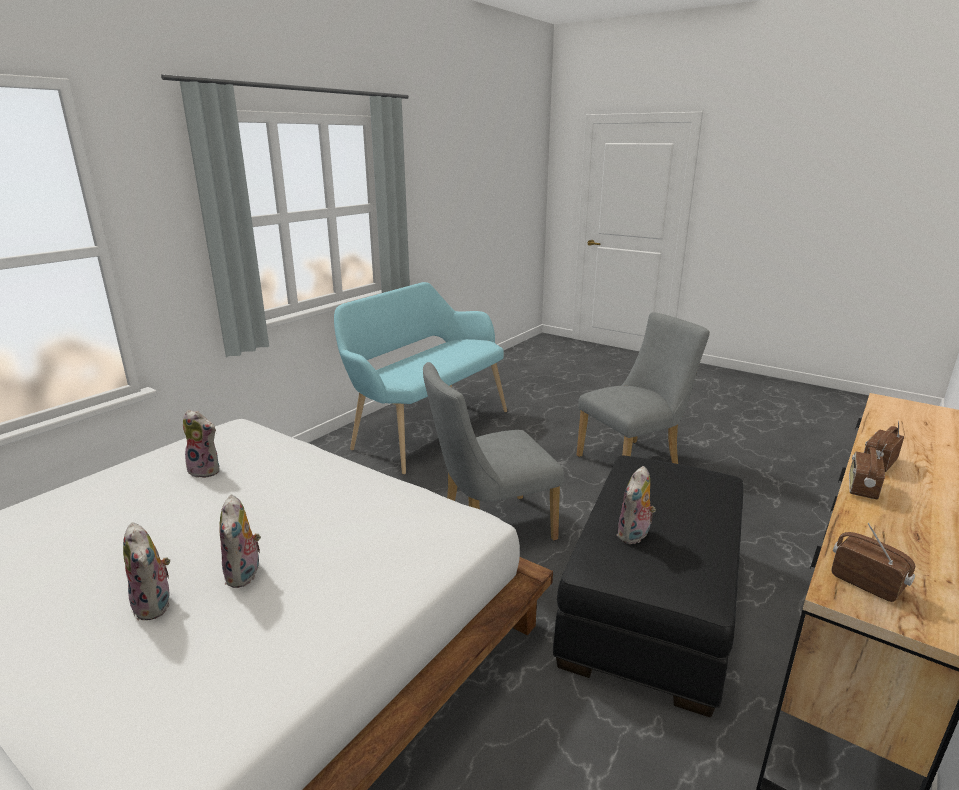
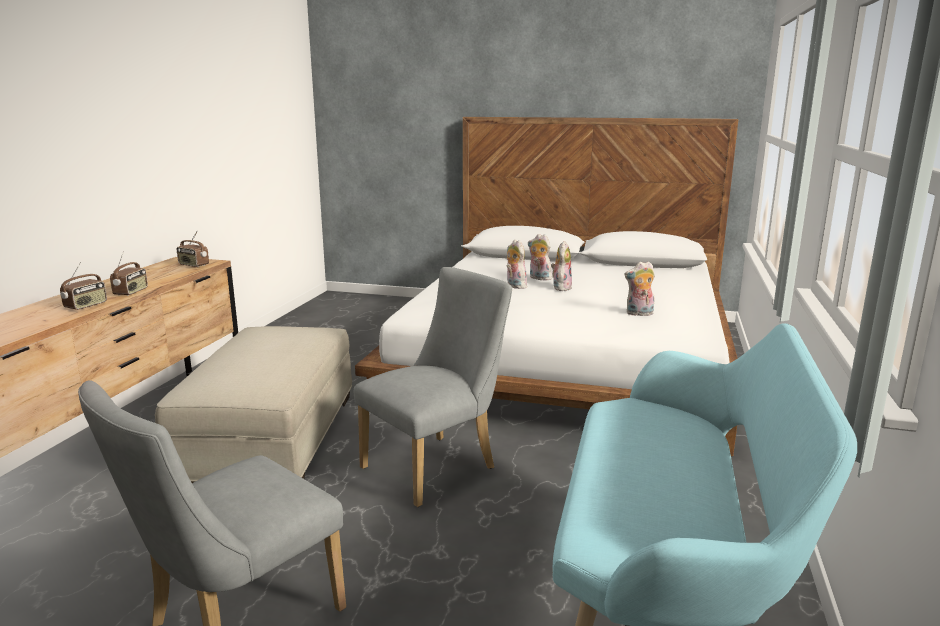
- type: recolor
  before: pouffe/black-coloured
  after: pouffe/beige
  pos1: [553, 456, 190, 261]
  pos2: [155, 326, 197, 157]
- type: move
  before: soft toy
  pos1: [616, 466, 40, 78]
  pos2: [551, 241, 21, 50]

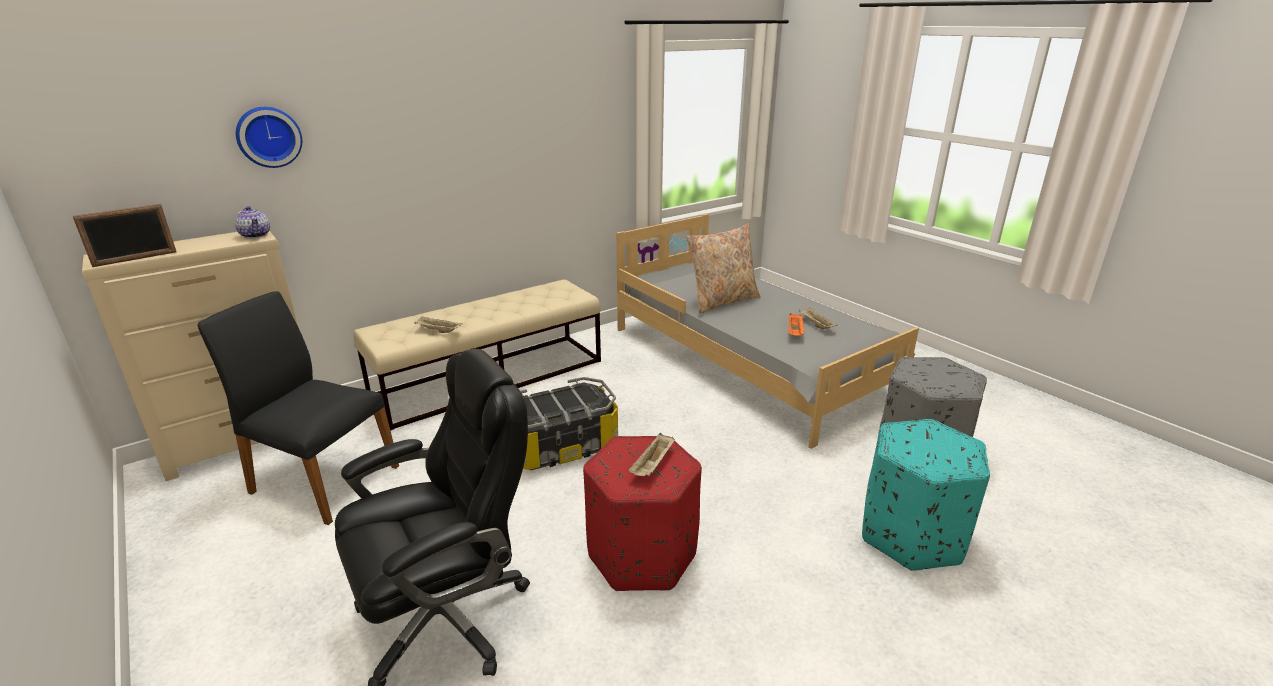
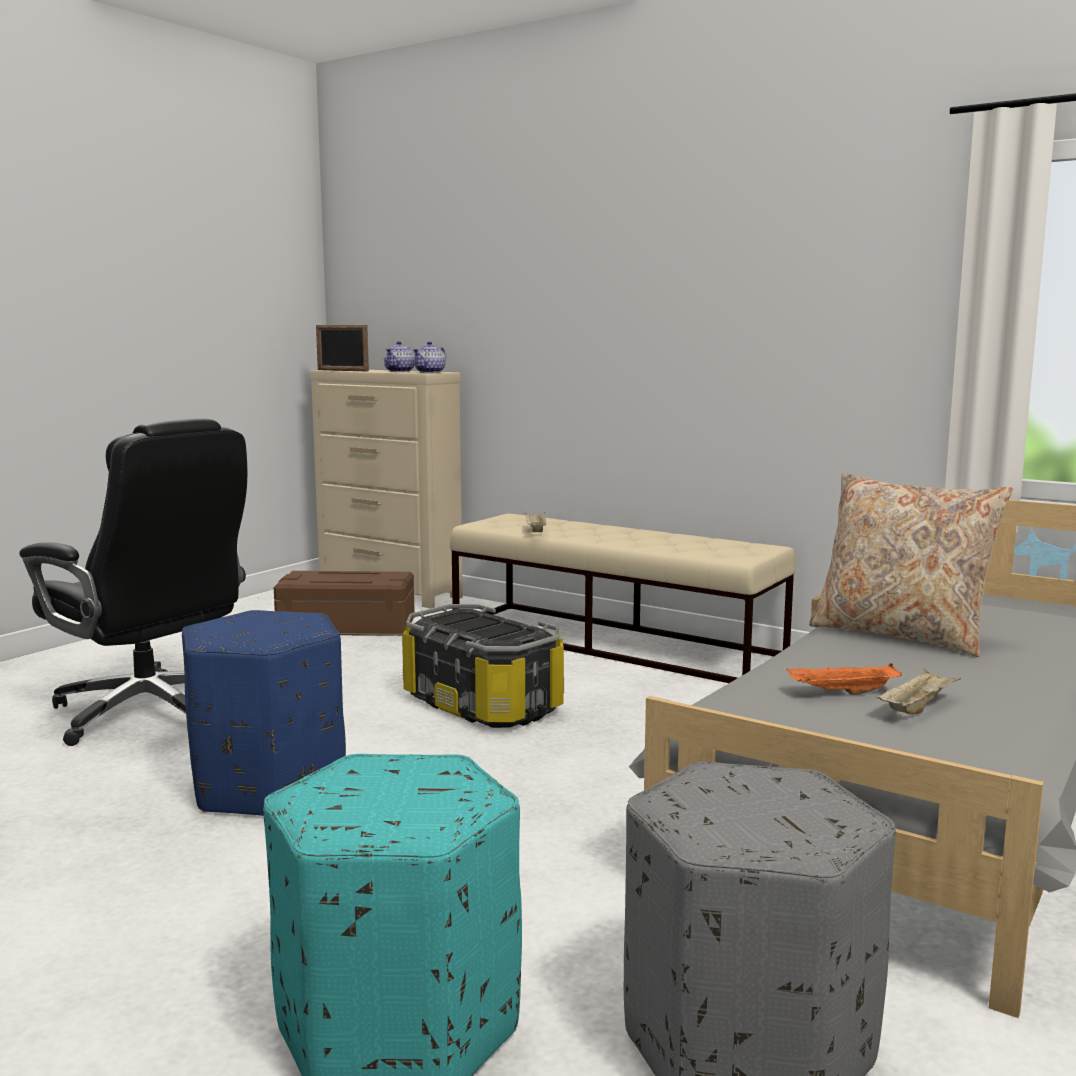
- type: replace
  before: plain chair/black-coloured
  after: storage box/brown-coloured
  pos1: [198, 291, 201, 234]
  pos2: [274, 571, 141, 65]
- type: delete
  before: wall clock
  pos1: [236, 107, 66, 61]
- type: recolor
  before: pouffe/red
  after: pouffe/blue-coloured
  pos1: [583, 436, 119, 155]
  pos2: [182, 610, 164, 206]
- type: delete
  before: serving tray/beige
  pos1: [628, 433, 47, 43]
- type: insert
  after: tea pot
  pos2: [384, 341, 30, 31]

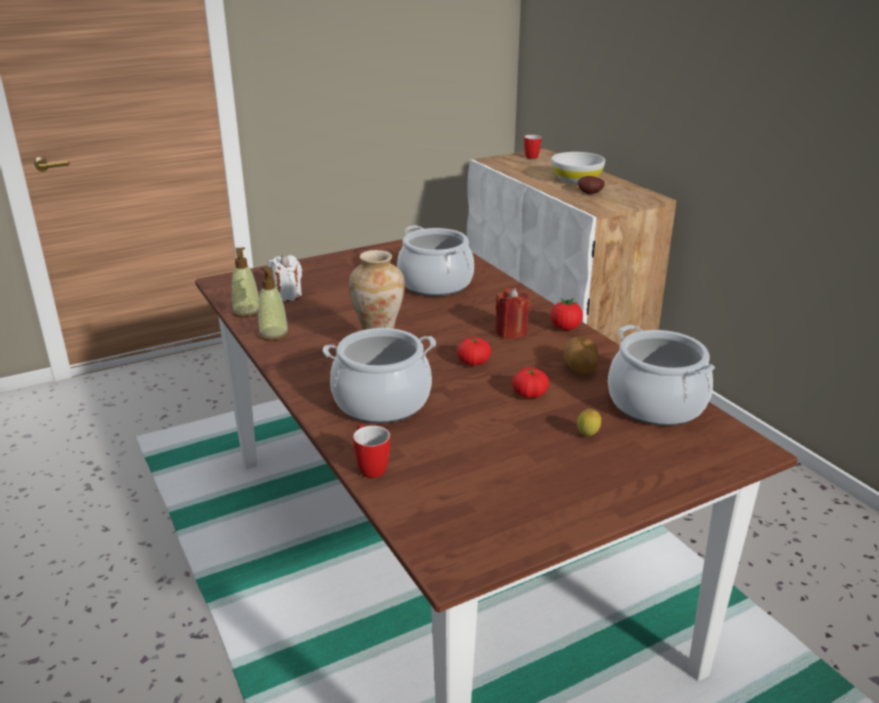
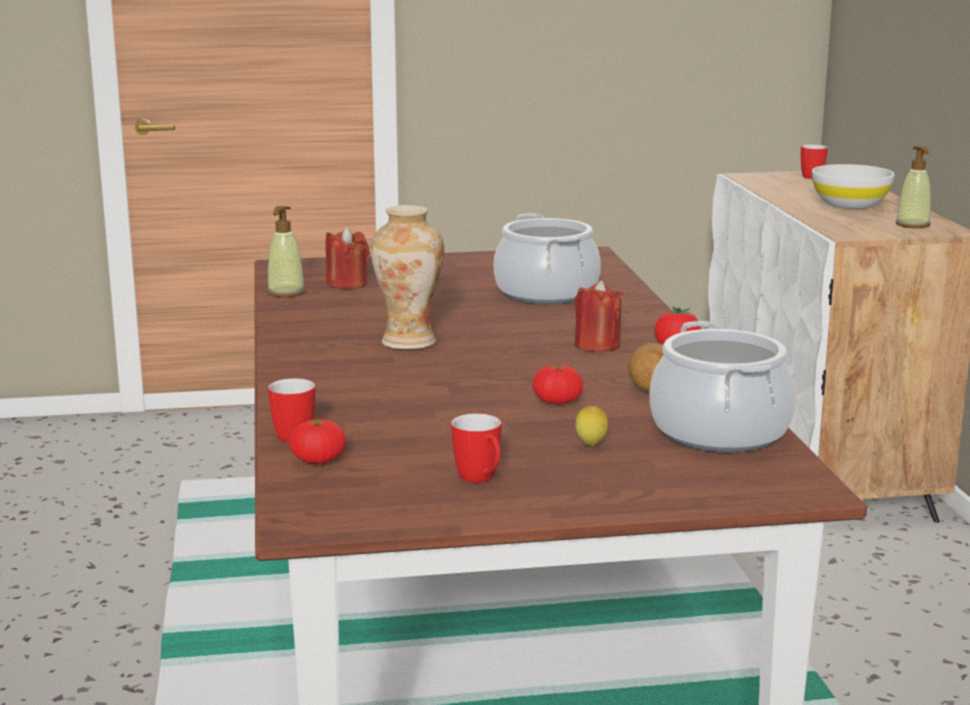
- type: move
  before: liquid soap bottle
  pos1: [258, 267, 31, 74]
  pos2: [895, 146, 36, 82]
- type: recolor
  before: candle/whitish
  after: candle/red
  pos1: [268, 255, 34, 47]
  pos2: [325, 227, 45, 62]
- type: delete
  before: stockpot
  pos1: [323, 328, 113, 95]
- type: move
  before: fresh tomato
  pos1: [457, 337, 34, 29]
  pos2: [289, 419, 57, 45]
- type: delete
  before: potato
  pos1: [578, 176, 27, 18]
- type: insert
  after: mug
  pos2: [451, 413, 50, 70]

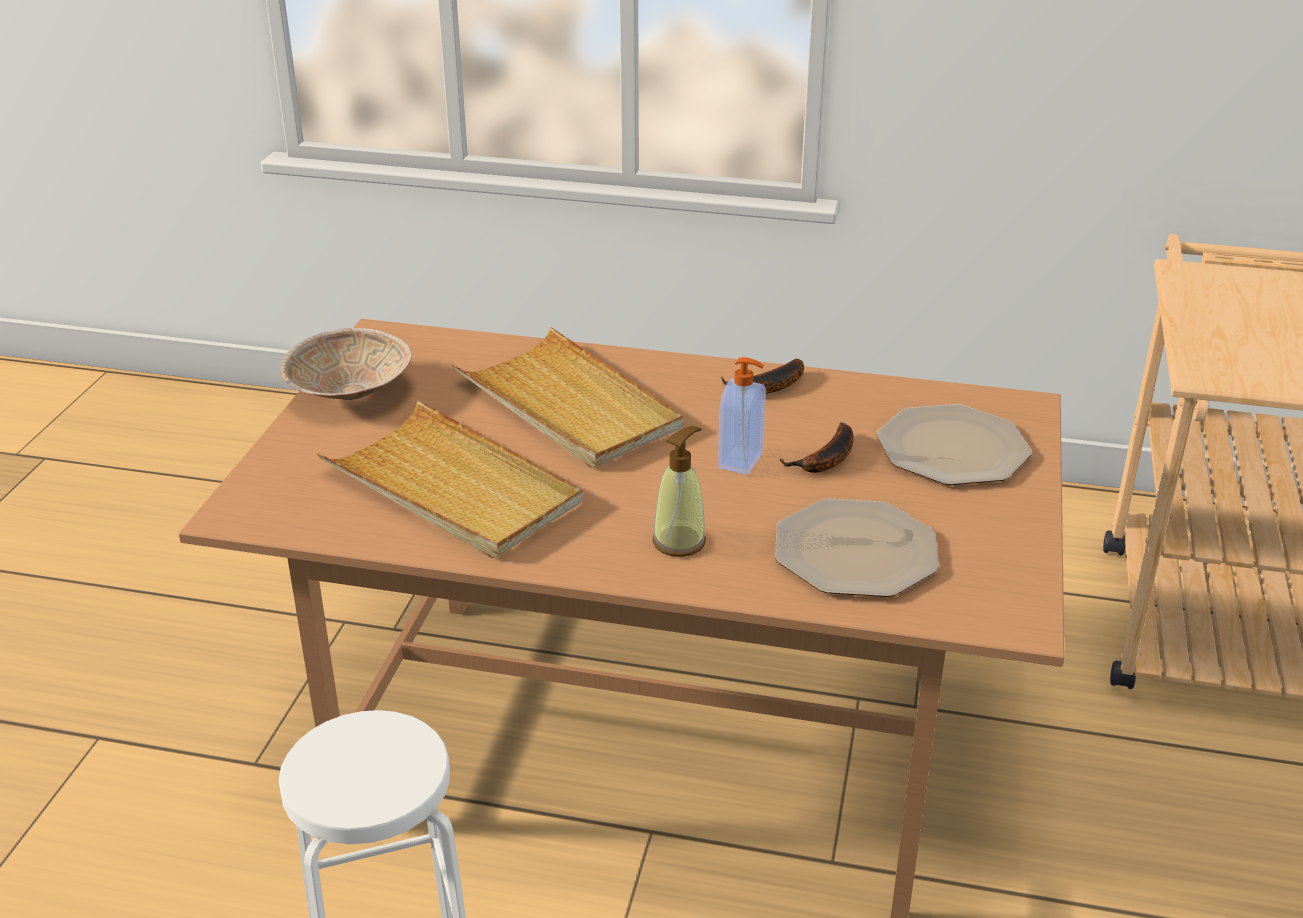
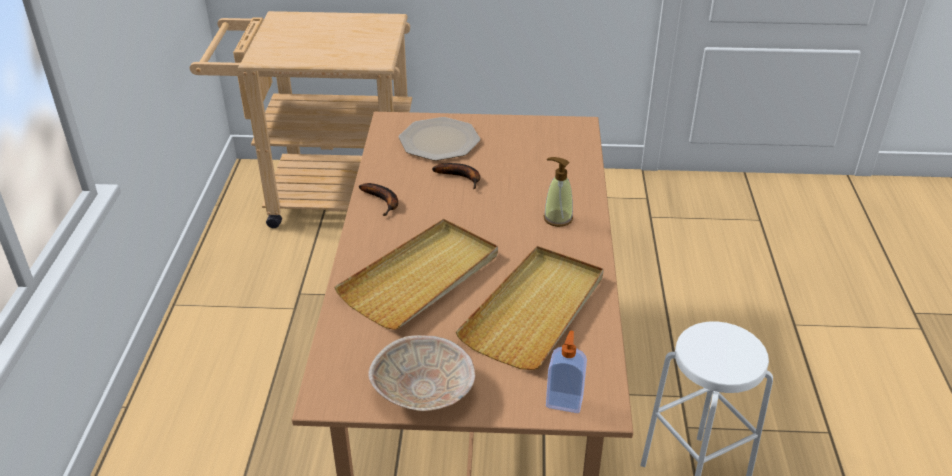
- type: move
  before: liquid soap bottle
  pos1: [718, 357, 48, 118]
  pos2: [546, 331, 41, 82]
- type: delete
  before: dinner plate
  pos1: [775, 498, 164, 99]

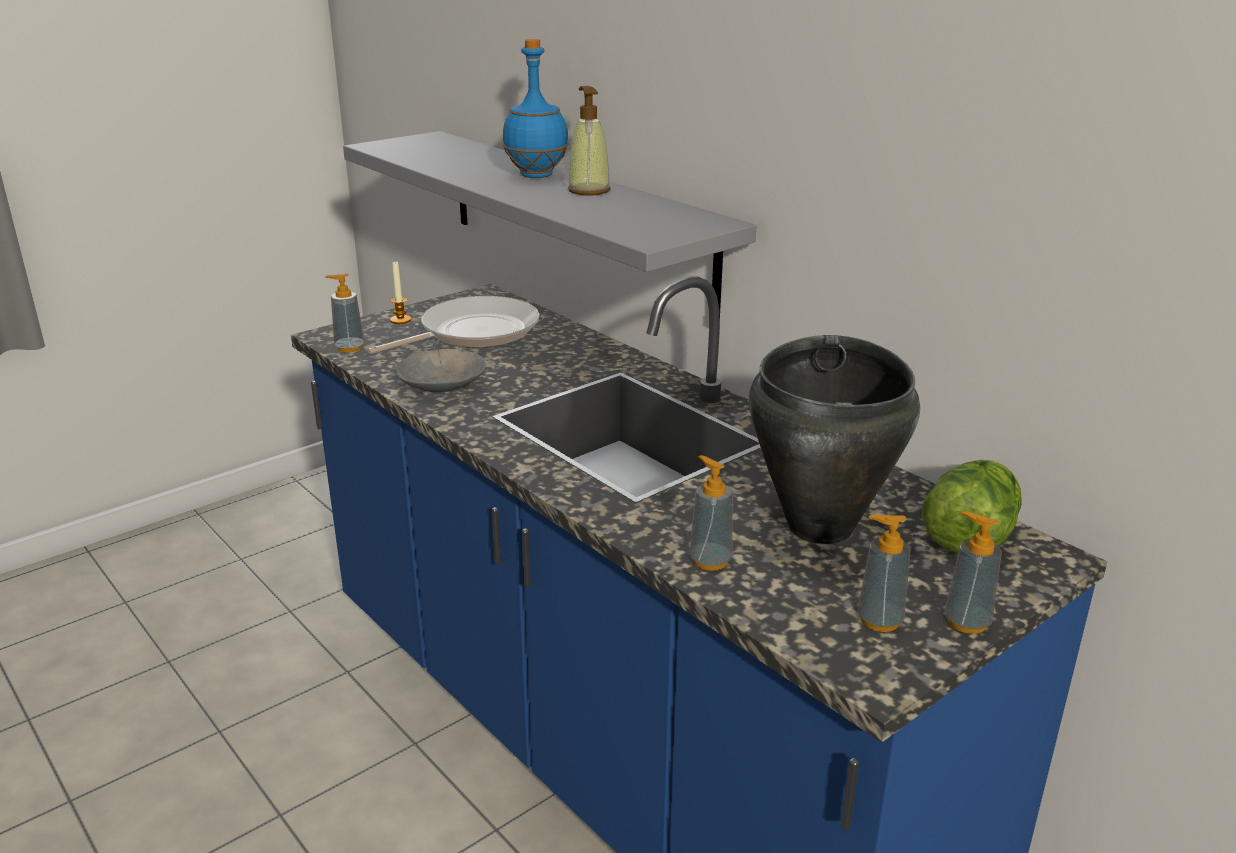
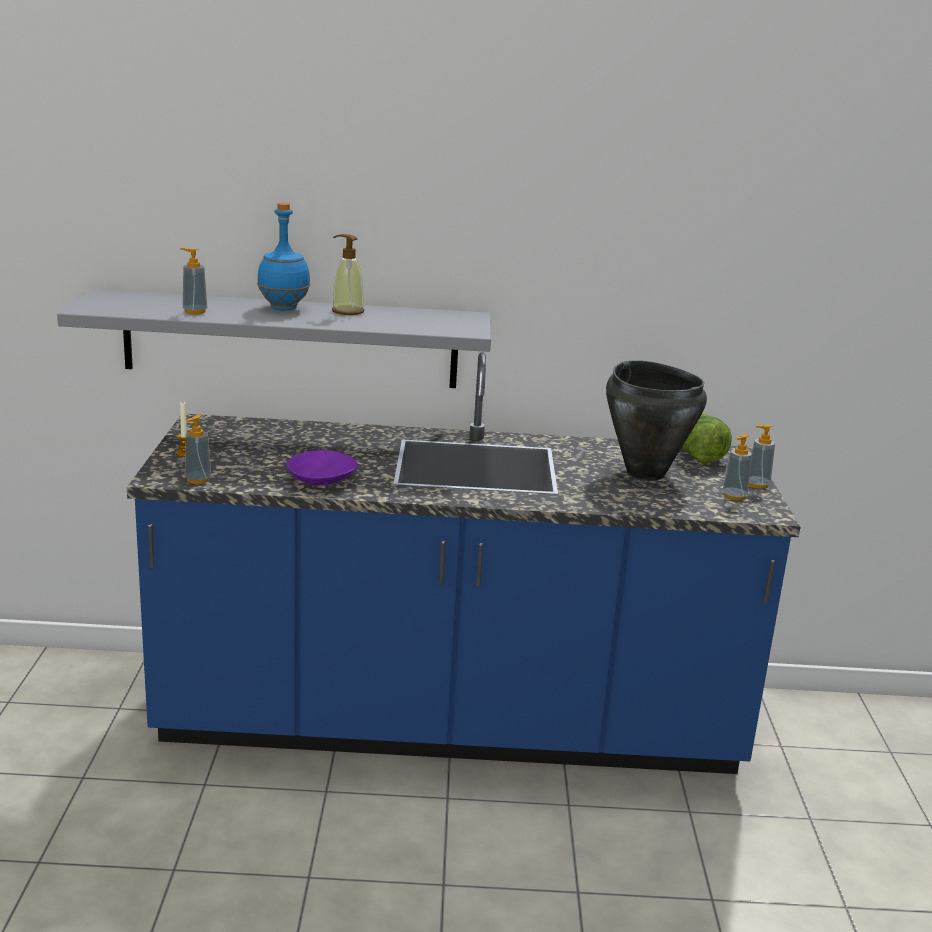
- type: delete
  before: frying pan
  pos1: [367, 296, 172, 58]
- type: recolor
  before: serving bowl/greyish
  after: serving bowl/purple
  pos1: [396, 349, 90, 44]
  pos2: [286, 450, 72, 36]
- type: move
  before: liquid soap bottle
  pos1: [689, 455, 44, 116]
  pos2: [180, 248, 27, 67]

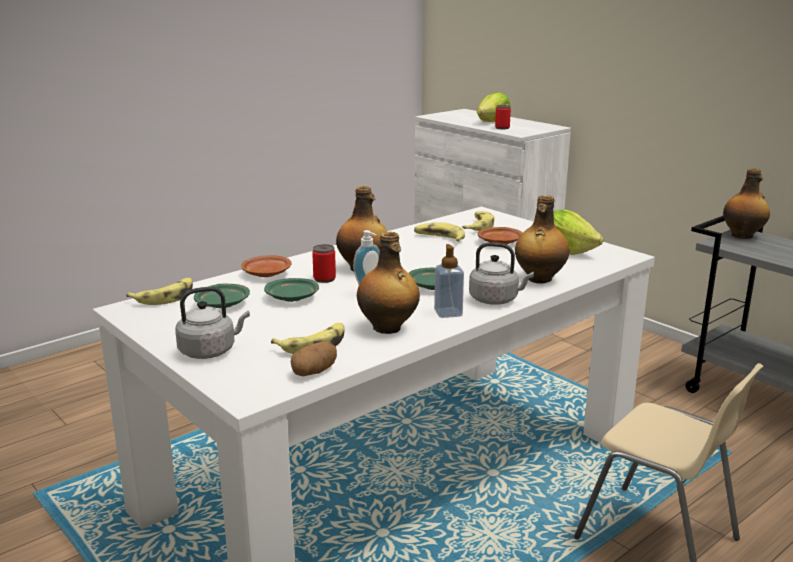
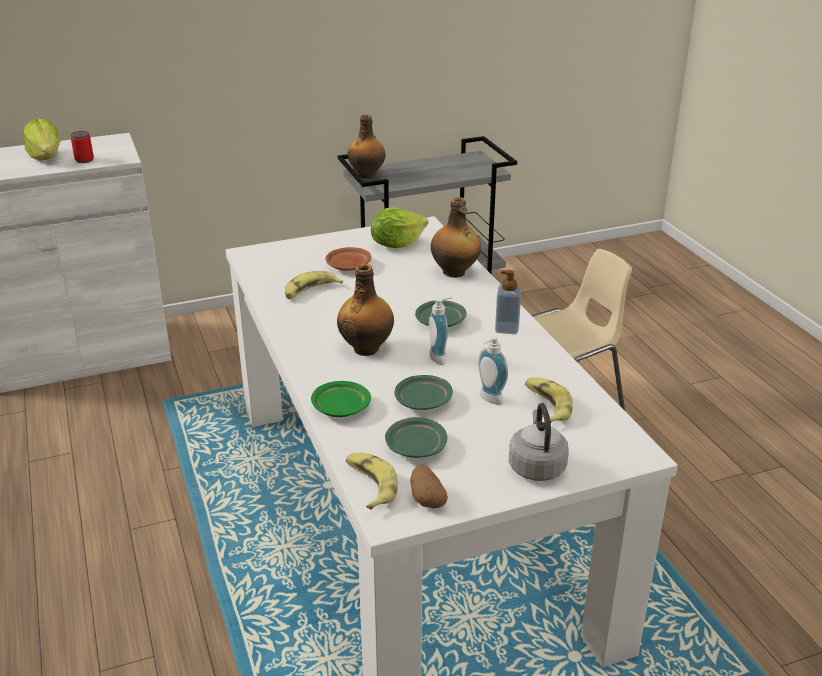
- type: recolor
  before: dinner plate/brown-coloured
  after: dinner plate/green-coloured
  pos1: [241, 255, 51, 22]
  pos2: [311, 381, 60, 36]
- type: move
  before: potato
  pos1: [291, 342, 46, 34]
  pos2: [410, 465, 38, 43]
- type: delete
  before: can
  pos1: [312, 244, 24, 39]
- type: delete
  before: bottle
  pos1: [357, 232, 63, 102]
- type: delete
  before: banana
  pos1: [462, 211, 32, 20]
- type: delete
  before: tea kettle/greyish
  pos1: [469, 242, 65, 63]
- type: insert
  after: liquid soap bottle
  pos2: [478, 335, 30, 70]

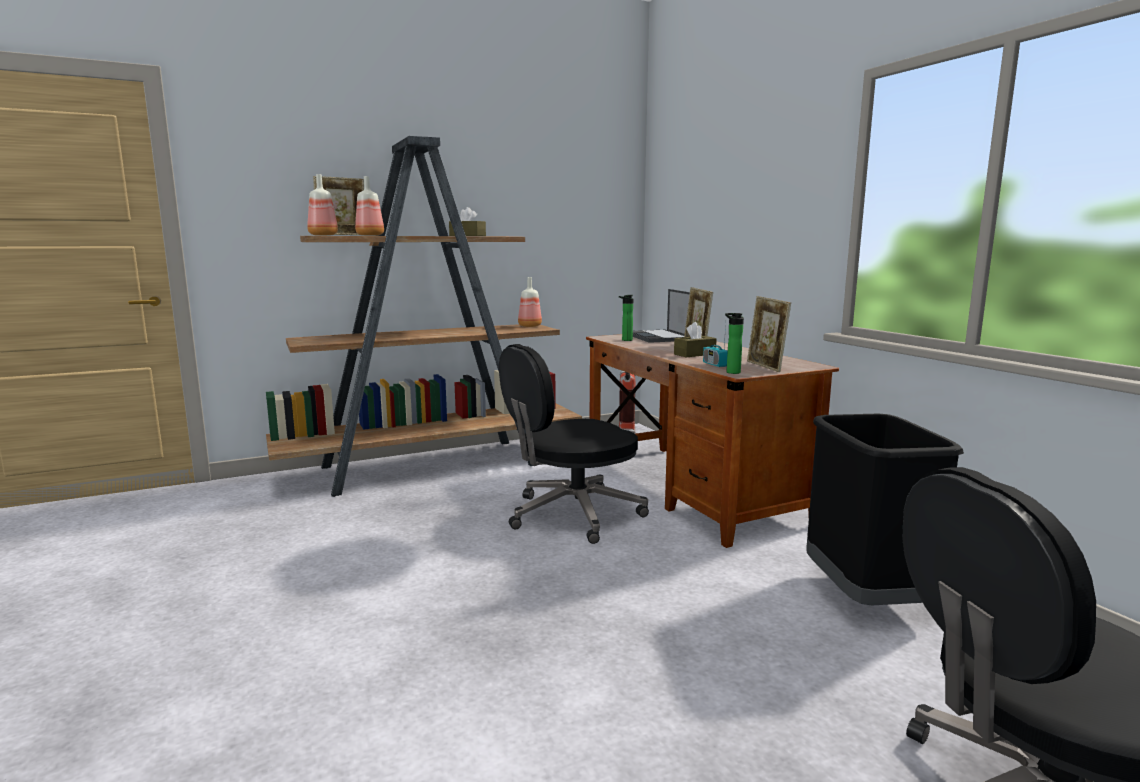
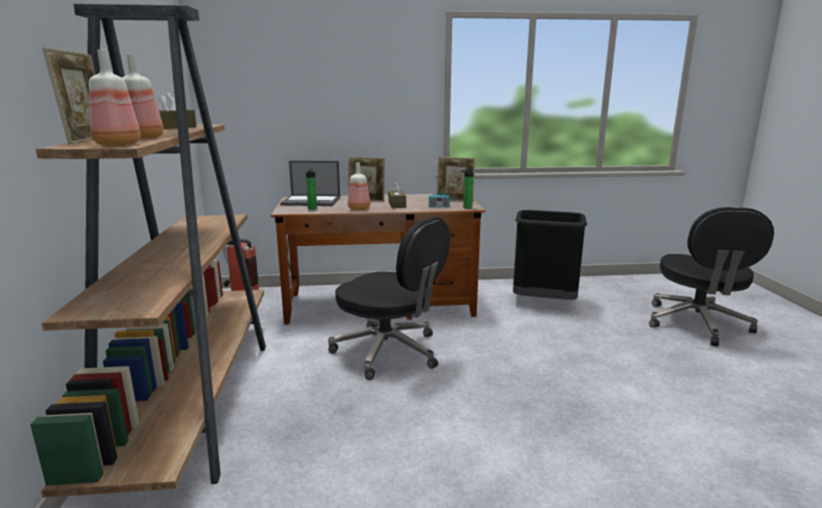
- type: rotate
  before: desk chair/black-coloured
  pos1: [499, 344, 150, 200]
  pos2: [328, 217, 122, 163]
  turn: -45
- type: move
  before: bottle
  pos1: [518, 277, 24, 50]
  pos2: [348, 163, 22, 47]

